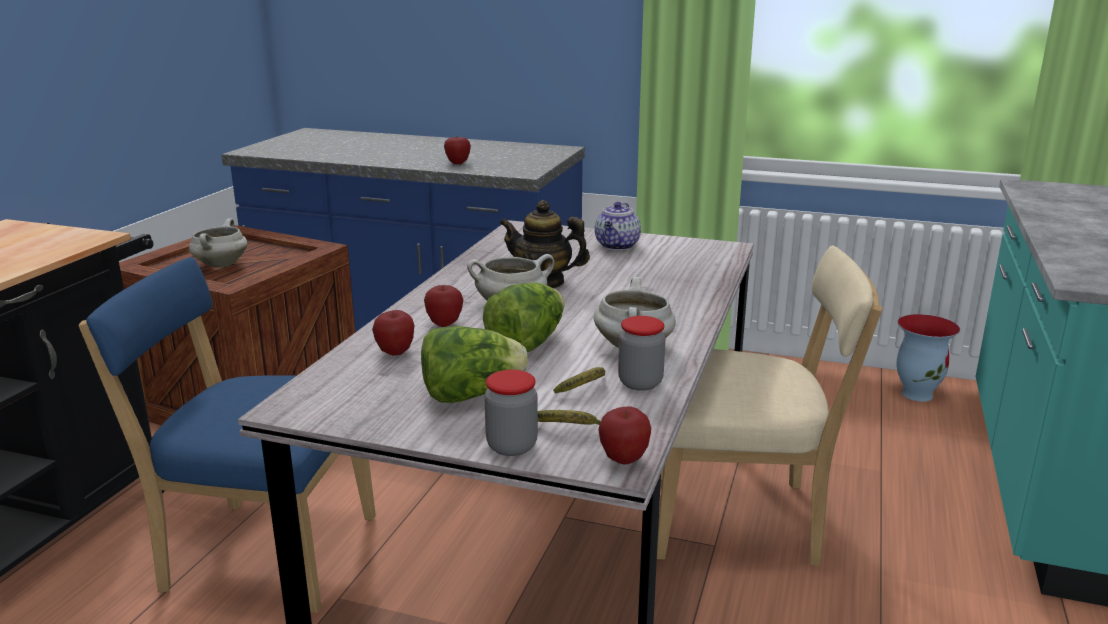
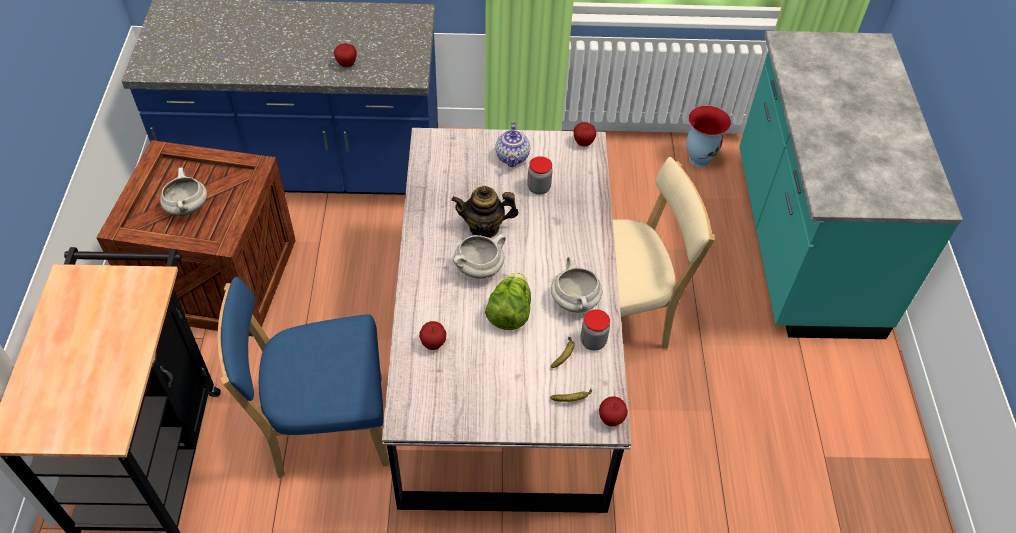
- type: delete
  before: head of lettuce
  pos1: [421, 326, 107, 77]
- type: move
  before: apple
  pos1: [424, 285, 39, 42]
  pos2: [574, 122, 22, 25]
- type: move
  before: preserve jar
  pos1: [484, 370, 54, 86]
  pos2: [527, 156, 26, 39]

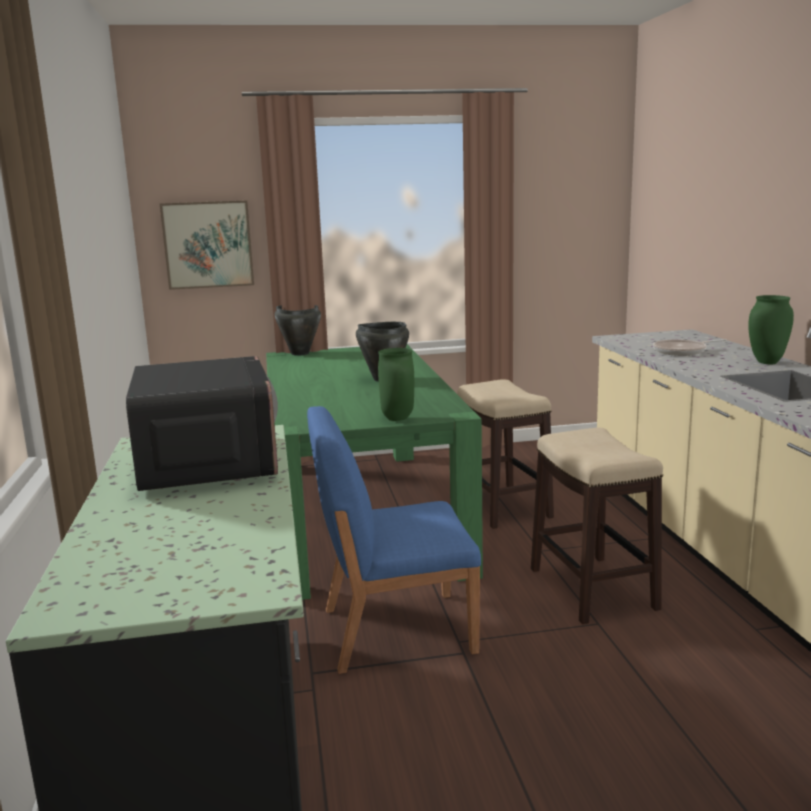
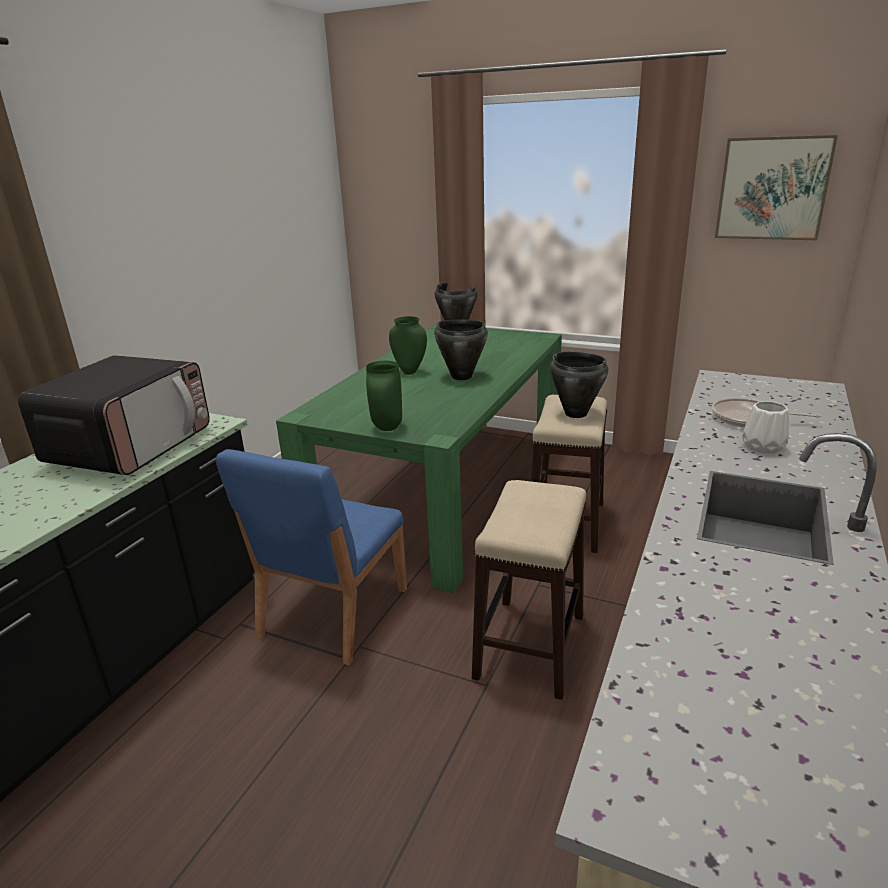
- type: move
  before: wall picture
  pos1: [160, 200, 94, 90]
  pos2: [715, 135, 123, 105]
- type: rotate
  before: plain chair/blue-coloured
  pos1: [307, 406, 174, 268]
  pos2: [216, 449, 191, 216]
  turn: -90
- type: move
  before: vase/green-coloured
  pos1: [748, 295, 46, 69]
  pos2: [389, 316, 38, 59]
- type: insert
  after: stockpot/black-coloured
  pos2: [550, 352, 58, 66]
- type: insert
  after: vase/whitish
  pos2: [742, 401, 47, 53]

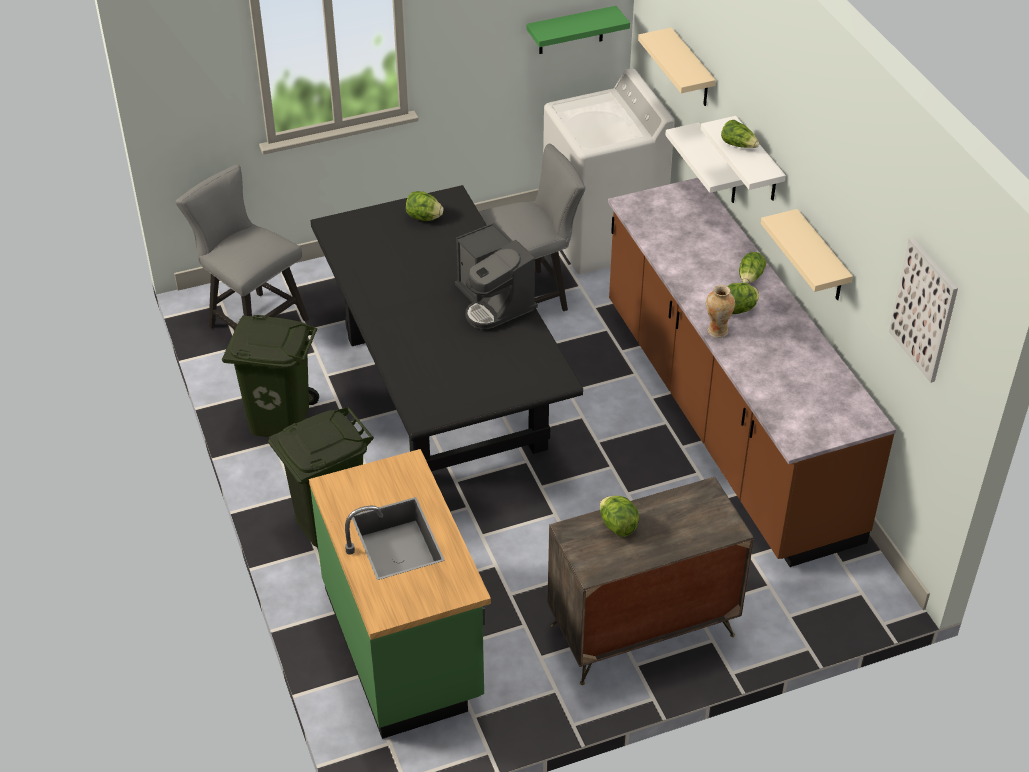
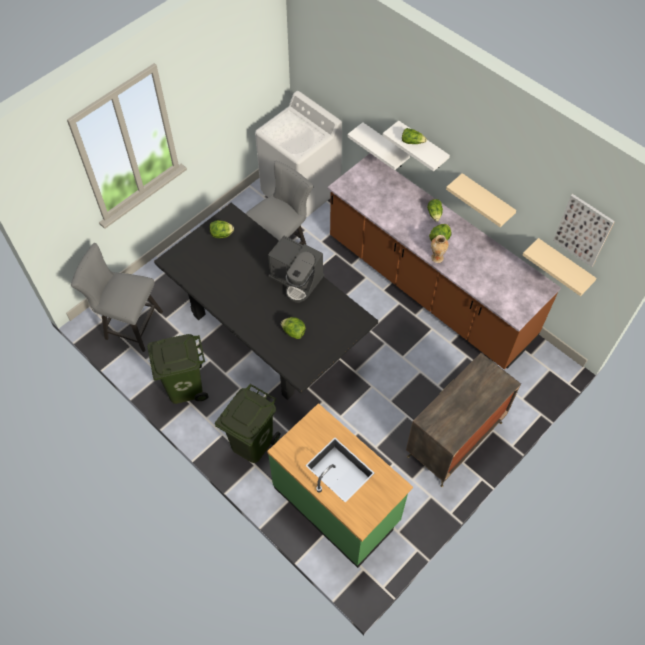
- type: delete
  before: wall shelf/green-coloured
  pos1: [526, 6, 104, 48]
- type: move
  before: head of lettuce
  pos1: [600, 496, 39, 41]
  pos2: [281, 317, 25, 22]
- type: move
  before: wall shelf/beige
  pos1: [638, 28, 78, 78]
  pos2: [523, 238, 74, 58]

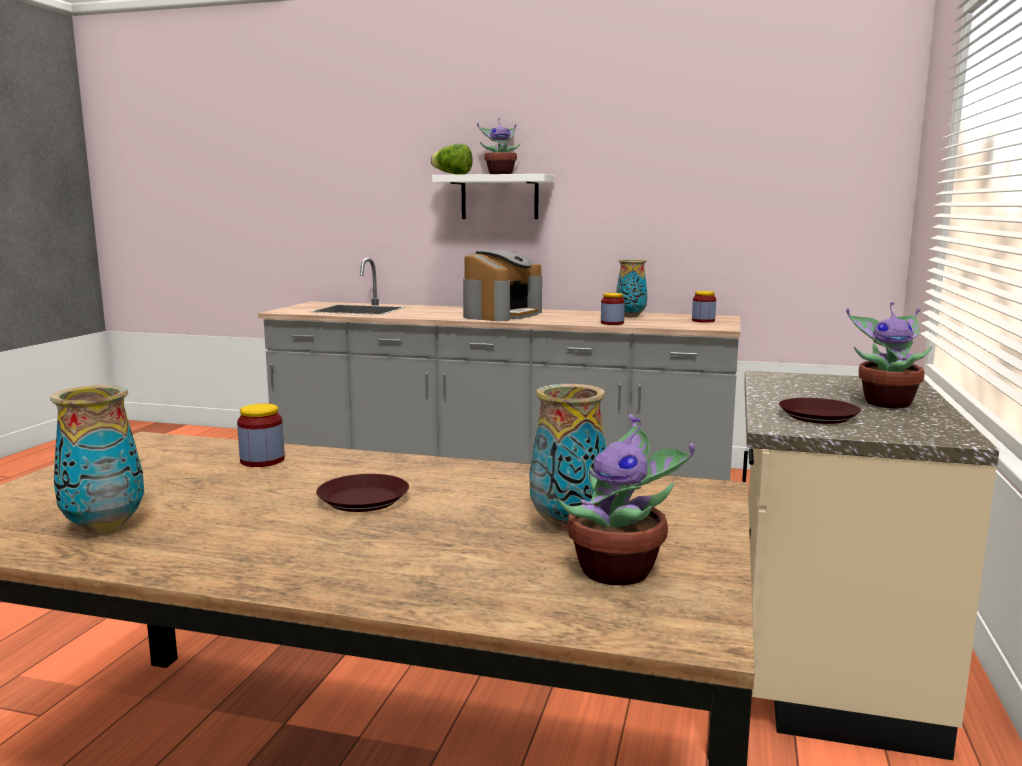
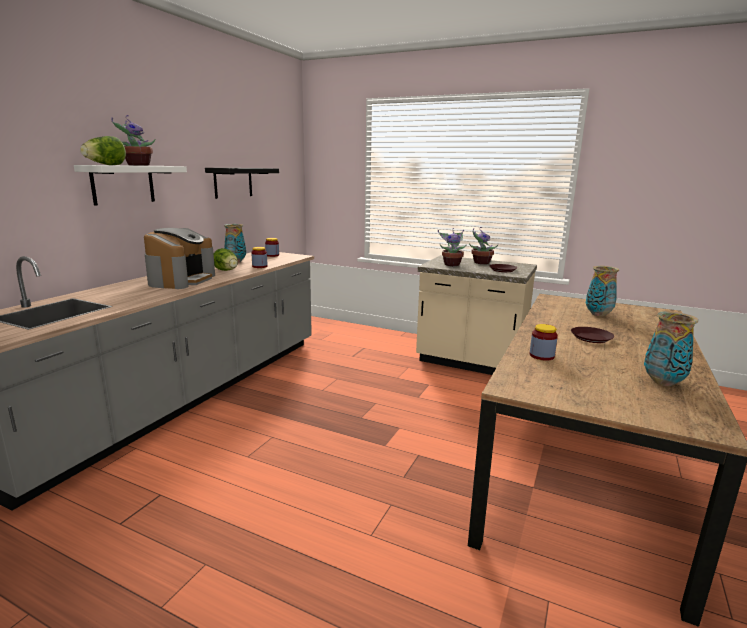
- type: rotate
  before: coffee machine
  pos1: [463, 250, 79, 71]
  pos2: [144, 228, 71, 61]
  turn: 60
- type: move
  before: potted plant
  pos1: [557, 414, 138, 171]
  pos2: [438, 228, 29, 38]
- type: insert
  after: wall shelf/black-coloured
  pos2: [205, 168, 74, 31]
- type: insert
  after: head of lettuce
  pos2: [214, 248, 24, 23]

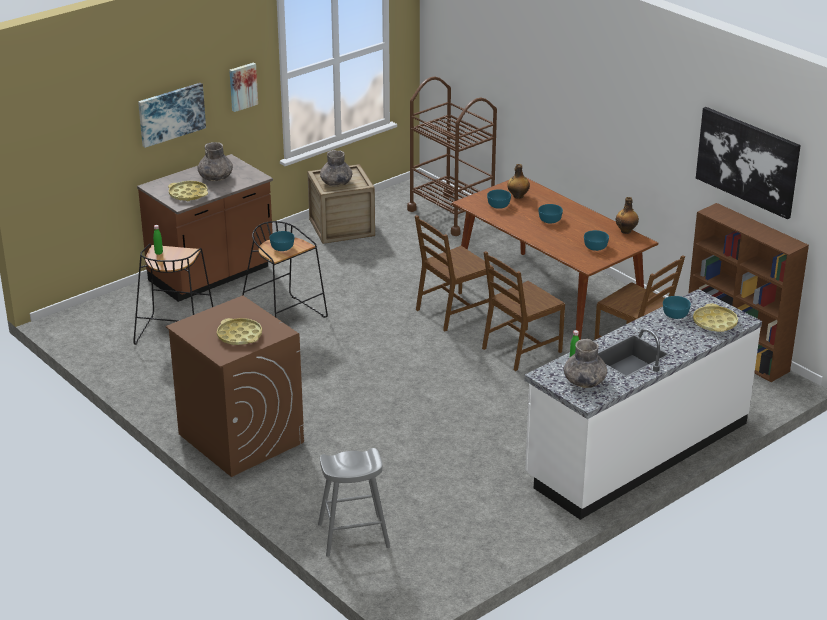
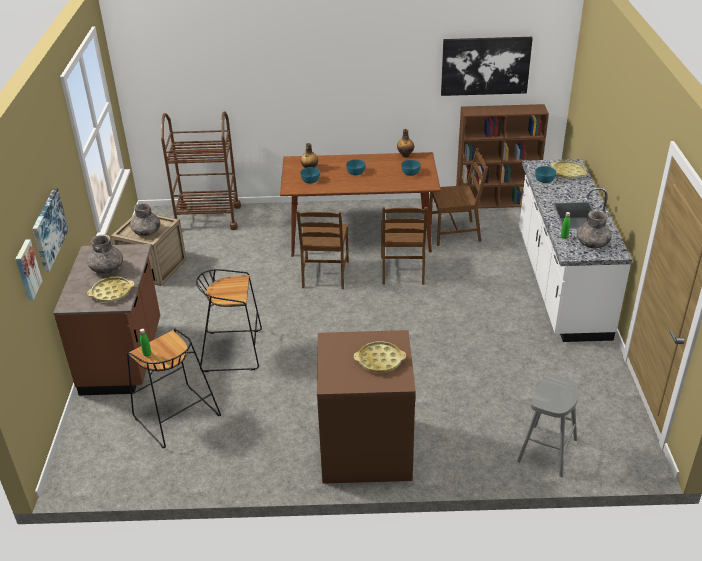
- type: move
  before: wall picture
  pos1: [229, 63, 29, 49]
  pos2: [16, 239, 27, 62]
- type: delete
  before: serving bowl/turquoise
  pos1: [270, 231, 24, 20]

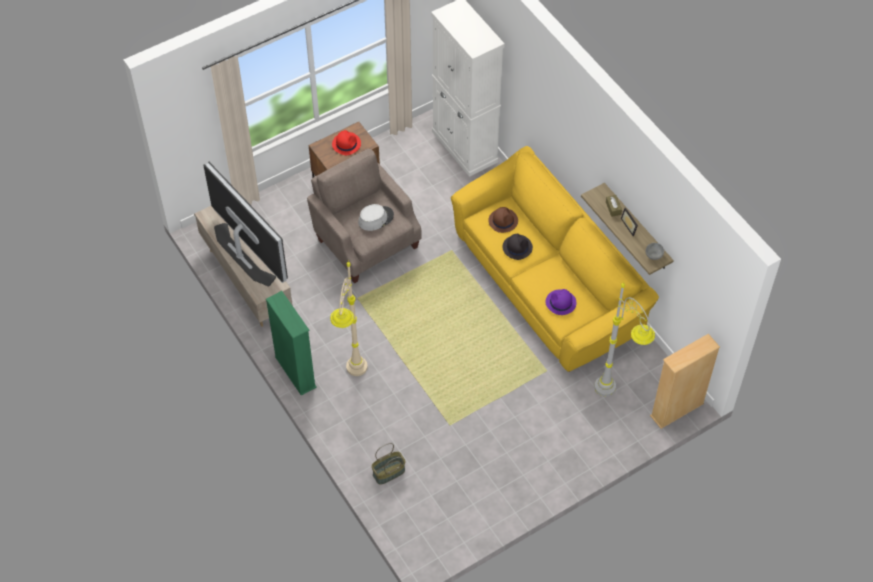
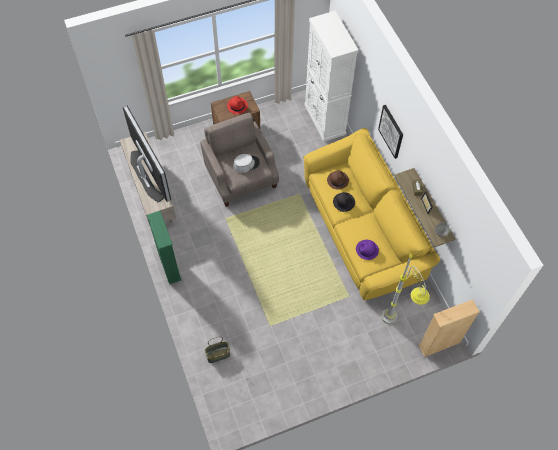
- type: delete
  before: standard lamp/beige
  pos1: [330, 260, 38, 116]
- type: insert
  after: wall picture
  pos2: [378, 105, 25, 54]

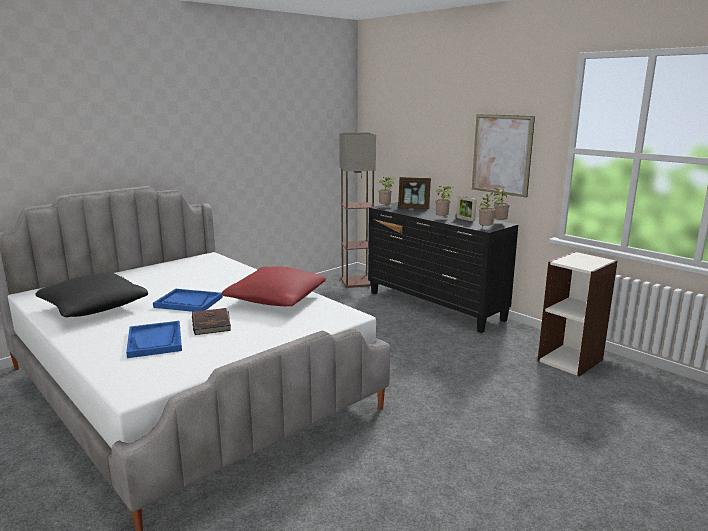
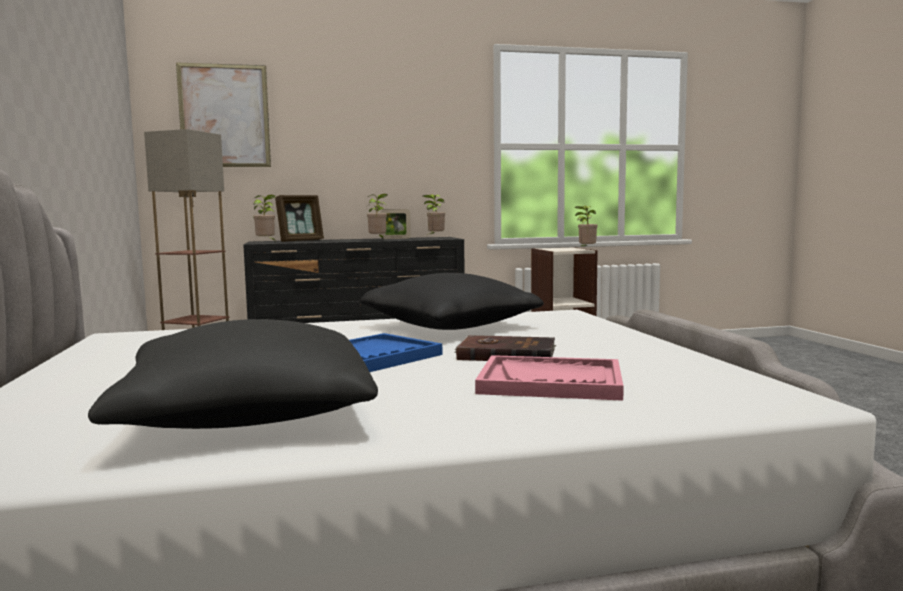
- type: recolor
  before: serving tray/blue-coloured
  after: serving tray/pinkish
  pos1: [126, 321, 56, 37]
  pos2: [475, 355, 149, 46]
- type: recolor
  before: cushion/red
  after: cushion/black-coloured
  pos1: [222, 266, 104, 40]
  pos2: [360, 273, 184, 57]
- type: move
  before: wall picture
  pos1: [472, 114, 63, 84]
  pos2: [176, 62, 95, 105]
- type: move
  before: potted plant
  pos1: [479, 192, 16, 35]
  pos2: [574, 205, 24, 43]

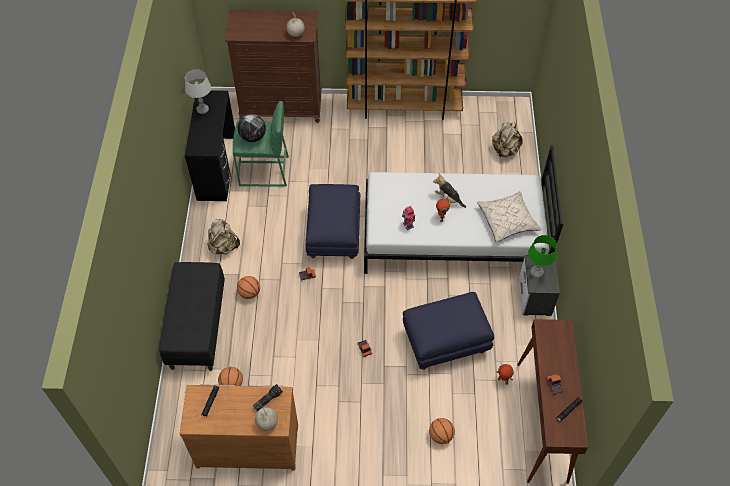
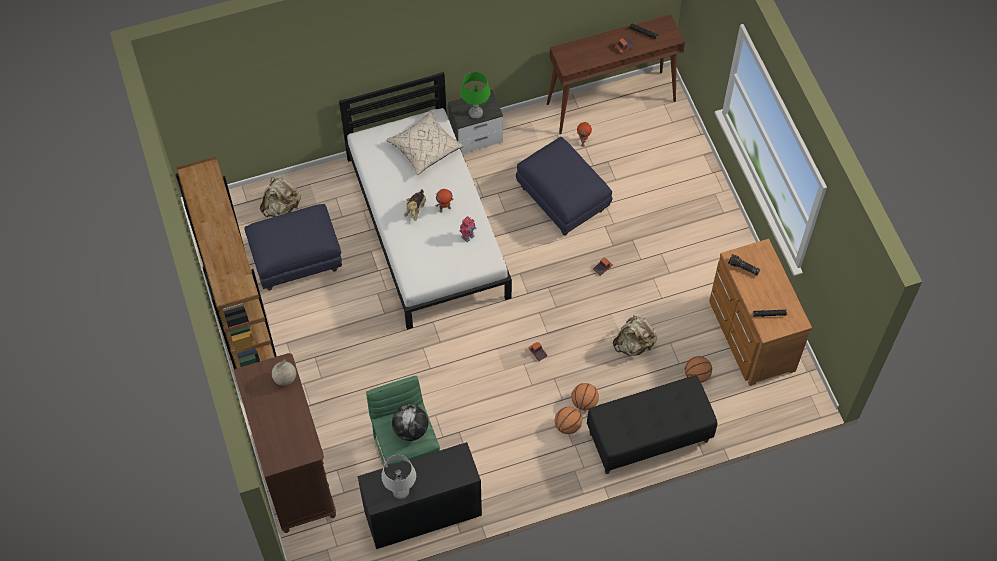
- type: move
  before: rucksack/beige
  pos1: [208, 219, 32, 36]
  pos2: [613, 315, 44, 41]
- type: delete
  before: world globe
  pos1: [255, 405, 23, 26]
- type: move
  before: pouffe/blue-coloured
  pos1: [305, 184, 55, 75]
  pos2: [244, 204, 98, 87]
- type: move
  before: basketball ball
  pos1: [429, 418, 26, 26]
  pos2: [555, 407, 27, 27]

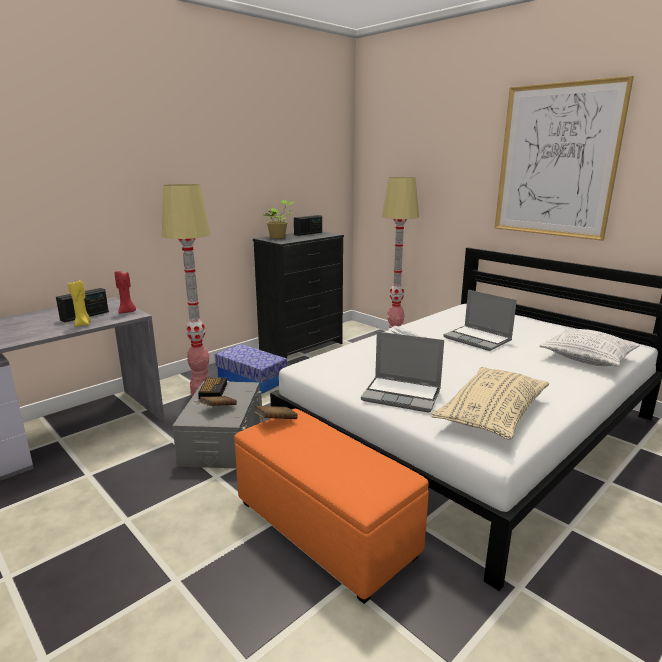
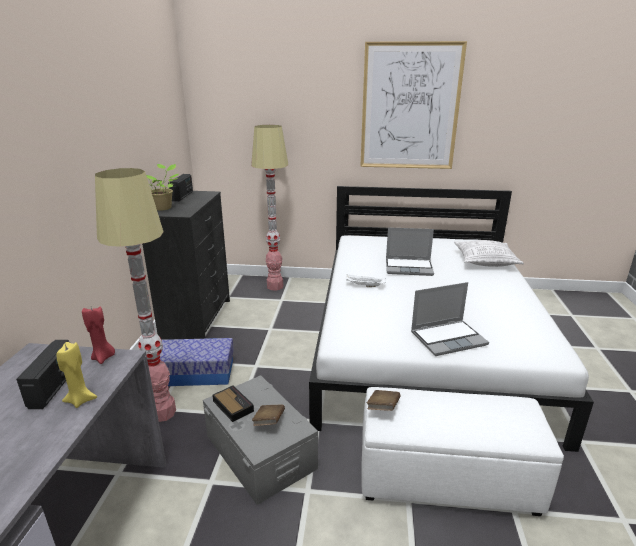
- type: recolor
  before: pouffe/orange
  after: pouffe/whitish
  pos1: [234, 409, 195, 195]
  pos2: [361, 387, 203, 129]
- type: delete
  before: cushion/beige
  pos1: [432, 367, 117, 73]

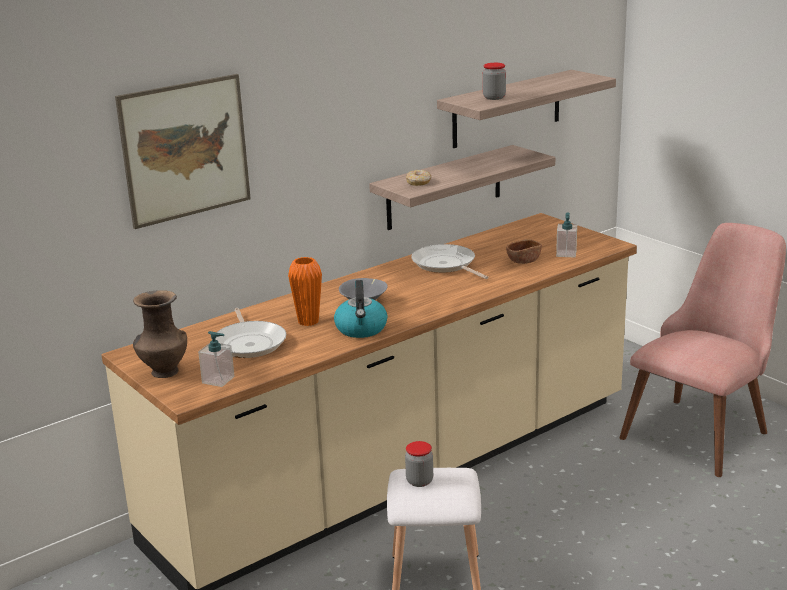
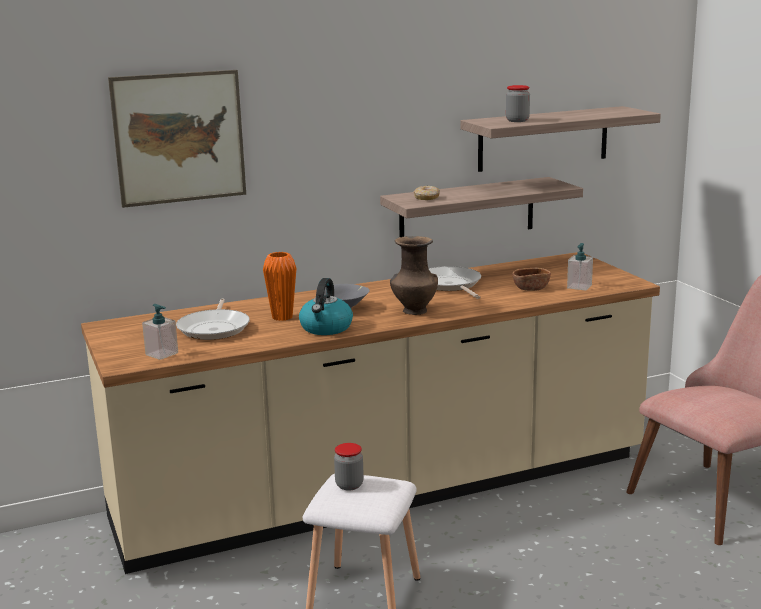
- type: move
  before: vase/brown-coloured
  pos1: [133, 290, 54, 88]
  pos2: [390, 236, 48, 79]

